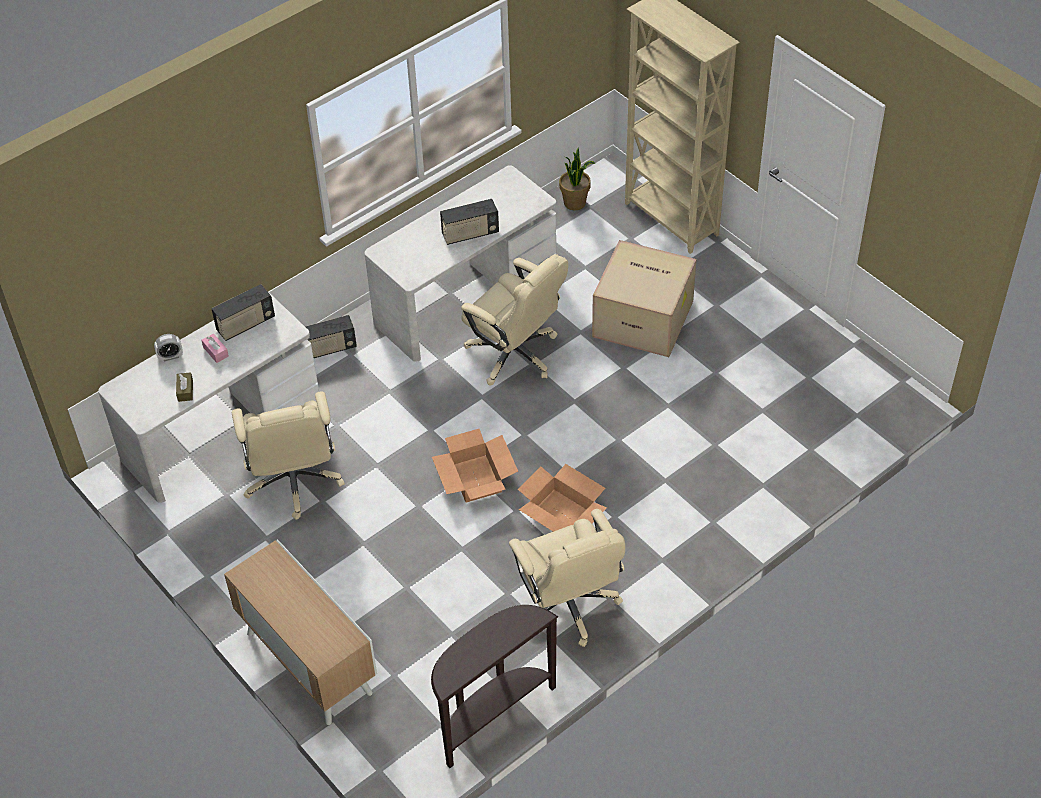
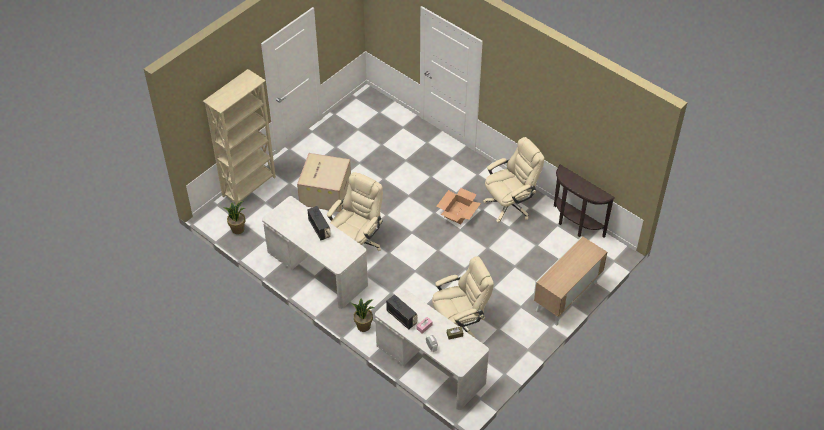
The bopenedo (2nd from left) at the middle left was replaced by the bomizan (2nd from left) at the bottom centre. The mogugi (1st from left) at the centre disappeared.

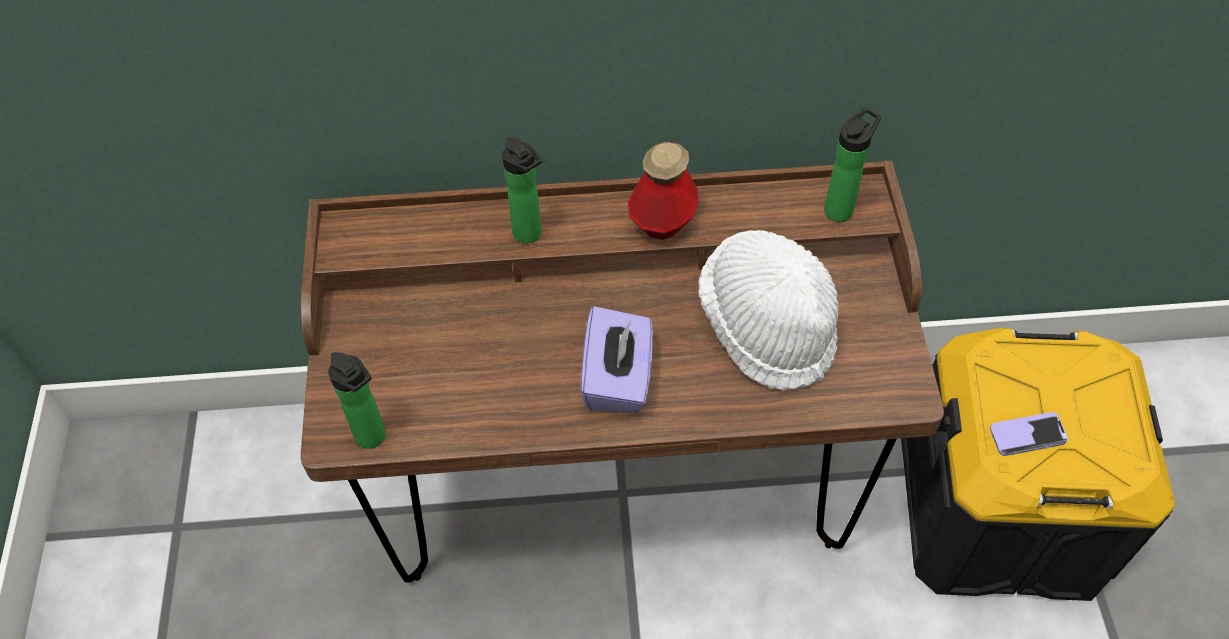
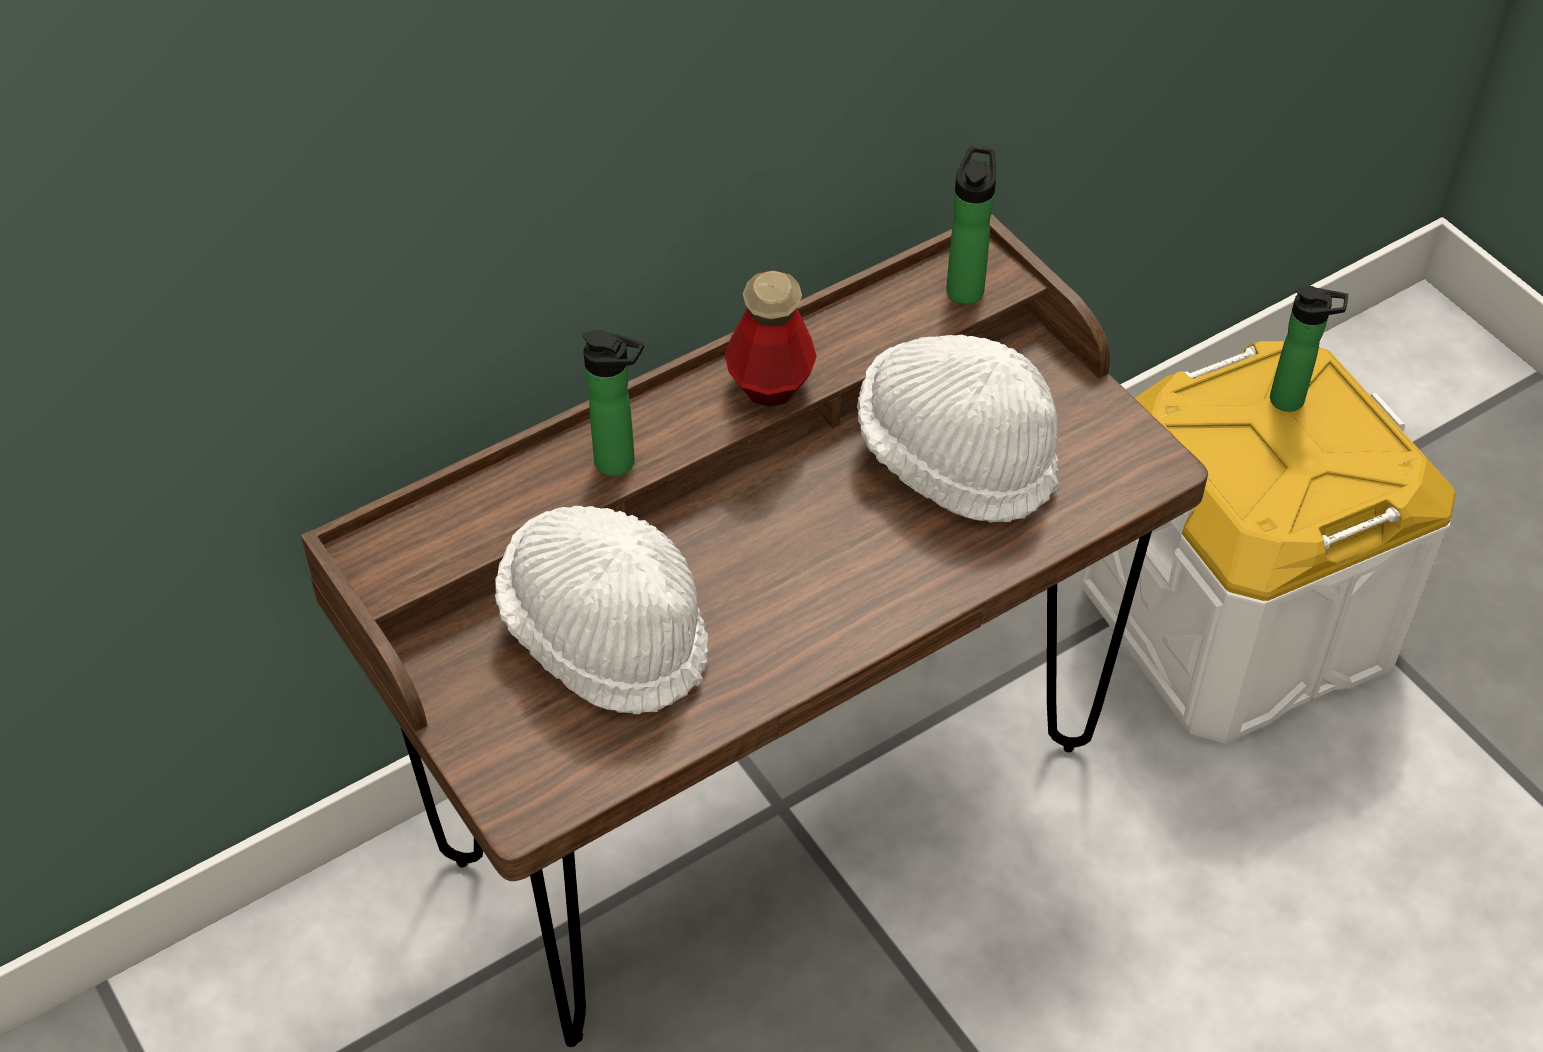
The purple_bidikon at the centre disappeared. The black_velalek at the bottom right became the white_velalek at the middle right. The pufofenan (1st from left in the first image) moved from the middle left to the top right. The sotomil at the bottom right disappeared. The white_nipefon (1st from left) at the centre appeared.

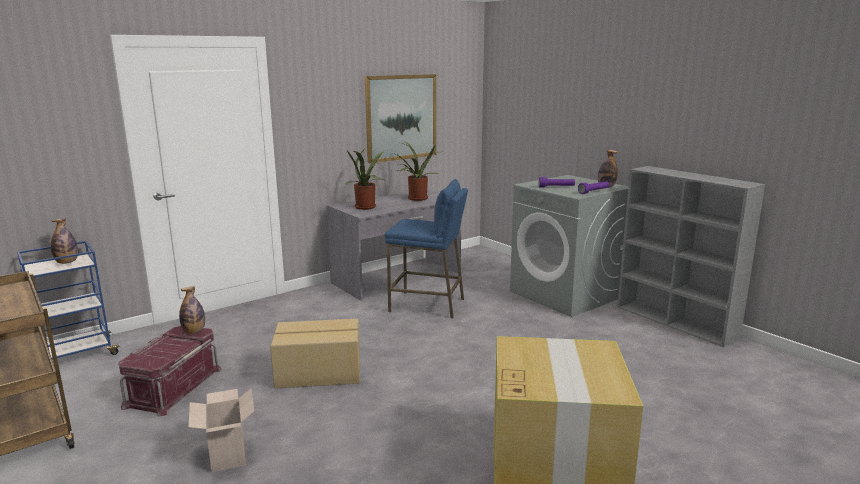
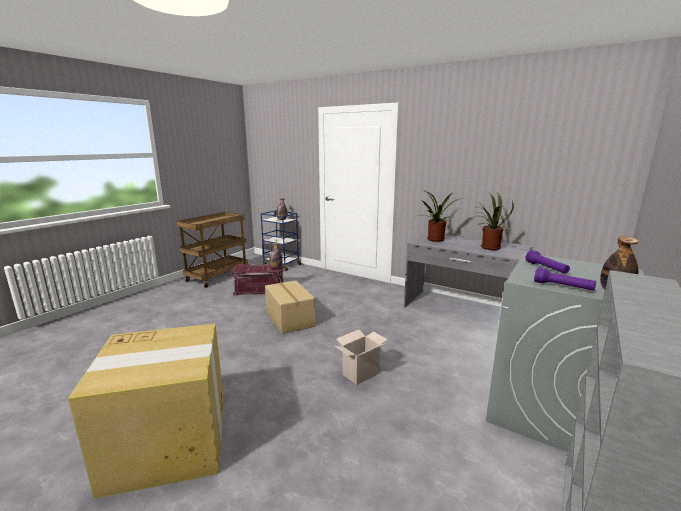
The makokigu at the top centre disappeared. The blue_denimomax at the centre disappeared. The mogugi (1st from left in the first image) moved from the bottom left to the bottom centre.

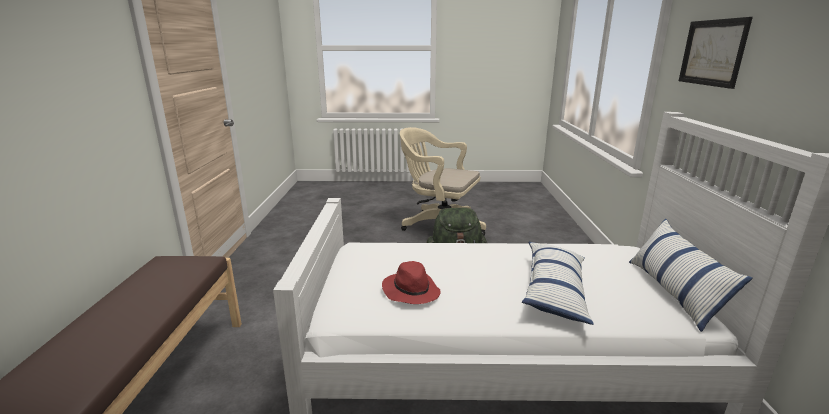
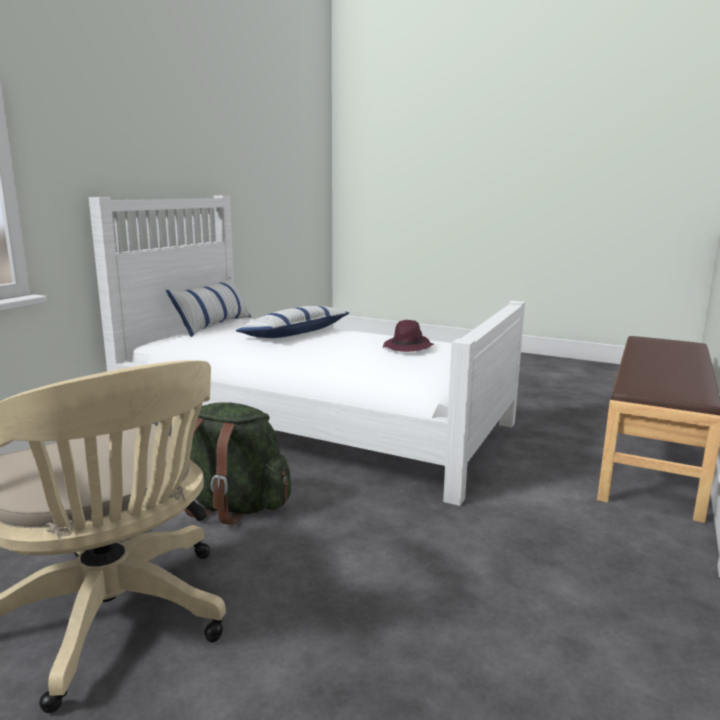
The makokigu at the top right disappeared. The red_nipefon at the bottom centre became the purple_nipefon at the centre.

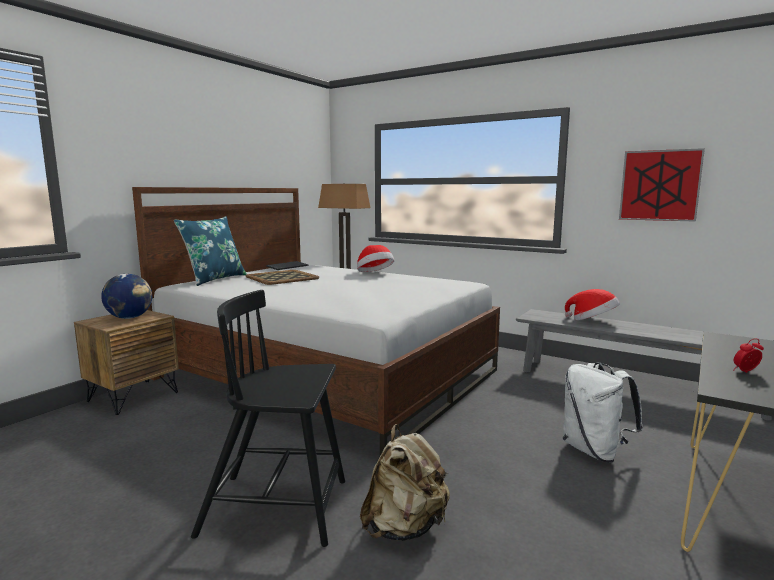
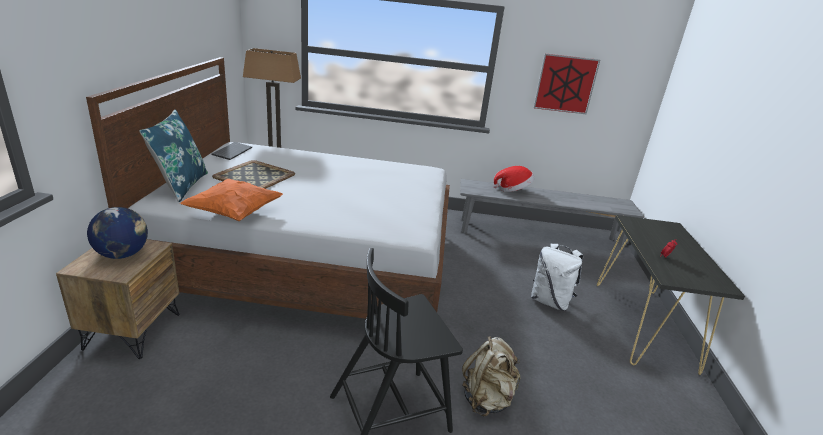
The nipefon (1st from left) at the centre disappeared. The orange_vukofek at the middle left appeared.

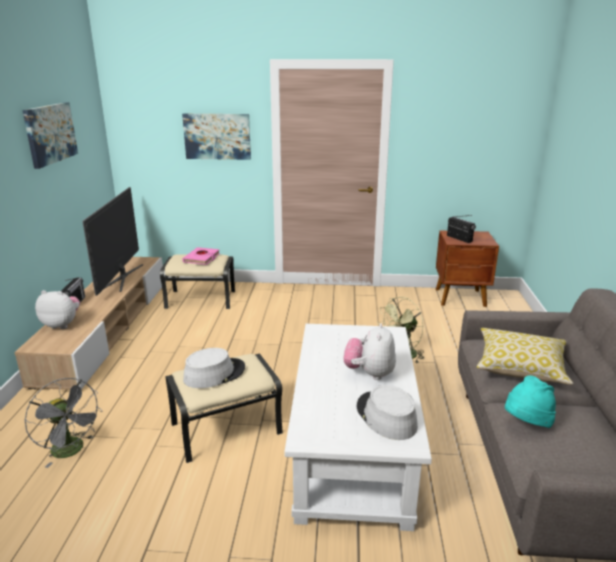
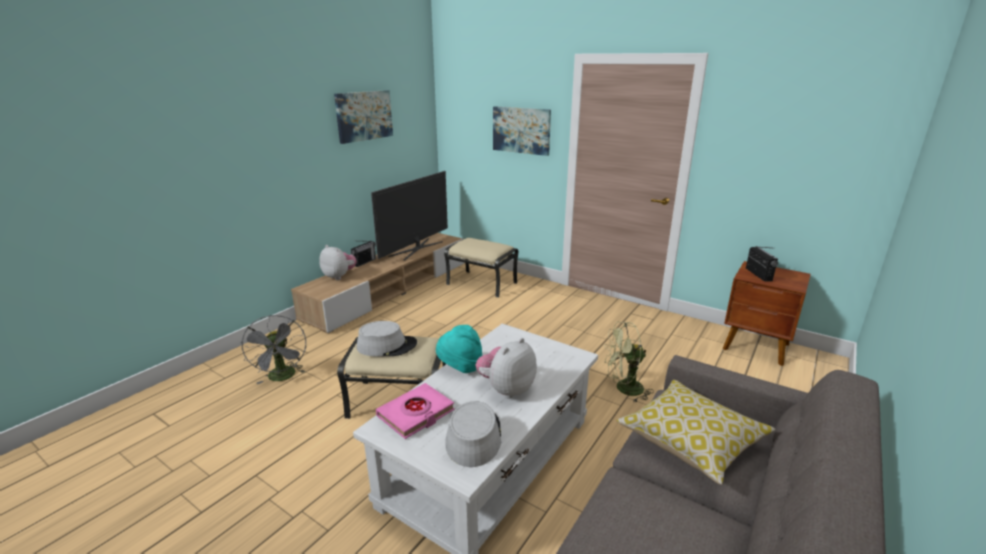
The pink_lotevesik moved from the middle left to the bottom centre. The turquoise_nipefon moved from the bottom right to the centre.

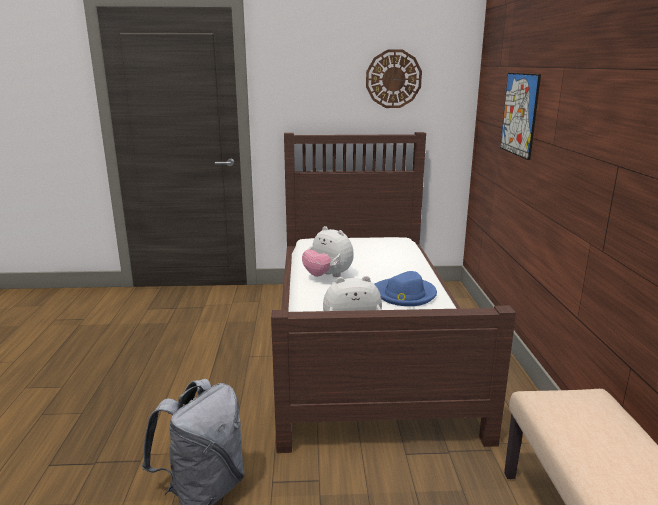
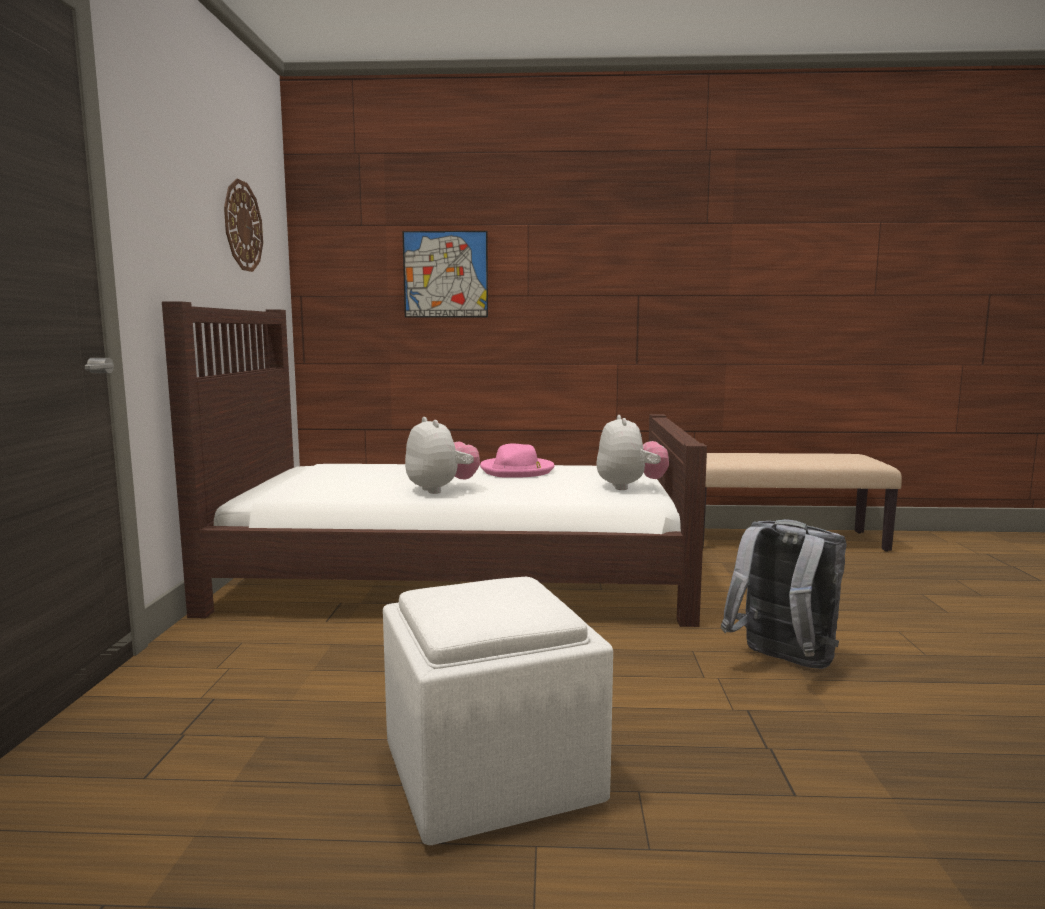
The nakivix (1st from left) at the centre turned 75 degrees counterclockwise. The blue_nipefon at the centre became the pink_nipefon at the centre. The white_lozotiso at the bottom centre appeared.

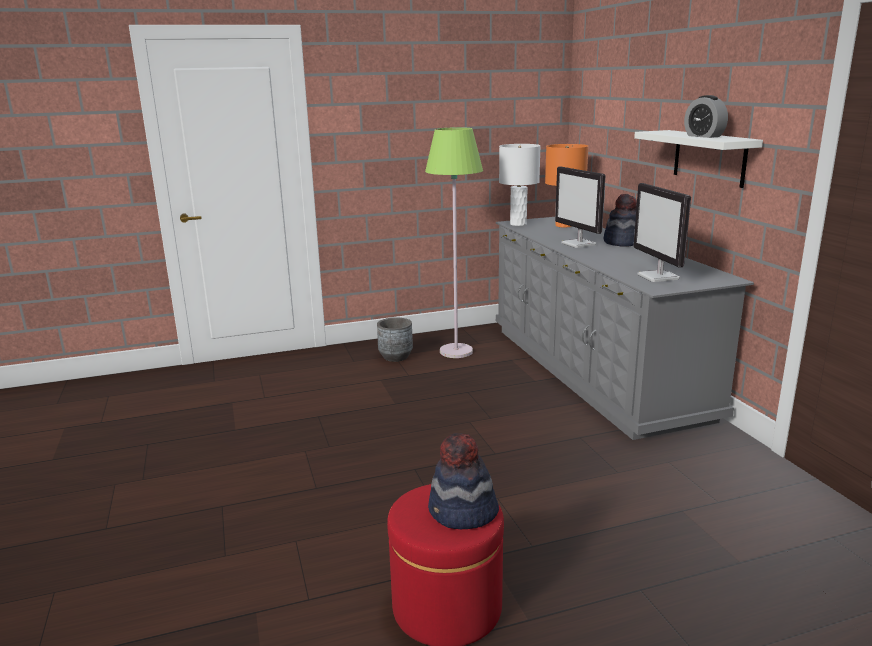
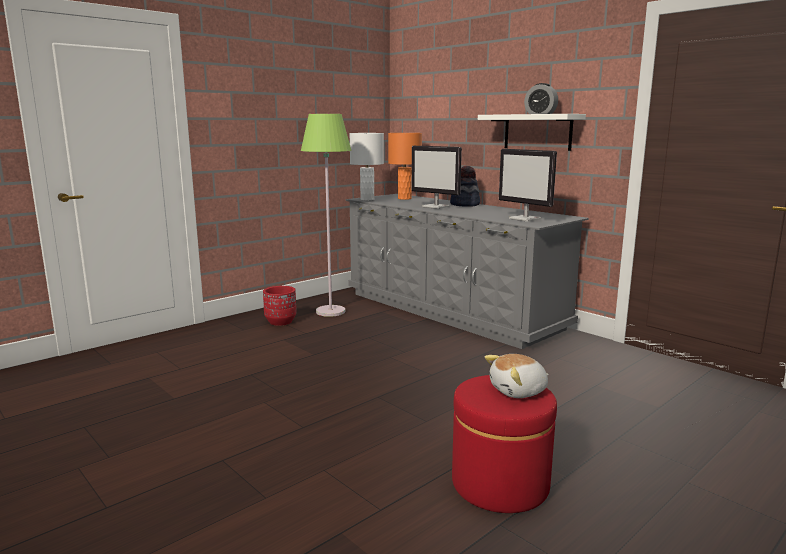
The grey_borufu at the centre became the red_borufu at the centre. The nipefon (1st from left) at the bottom centre was replaced by the nakivix at the bottom centre.

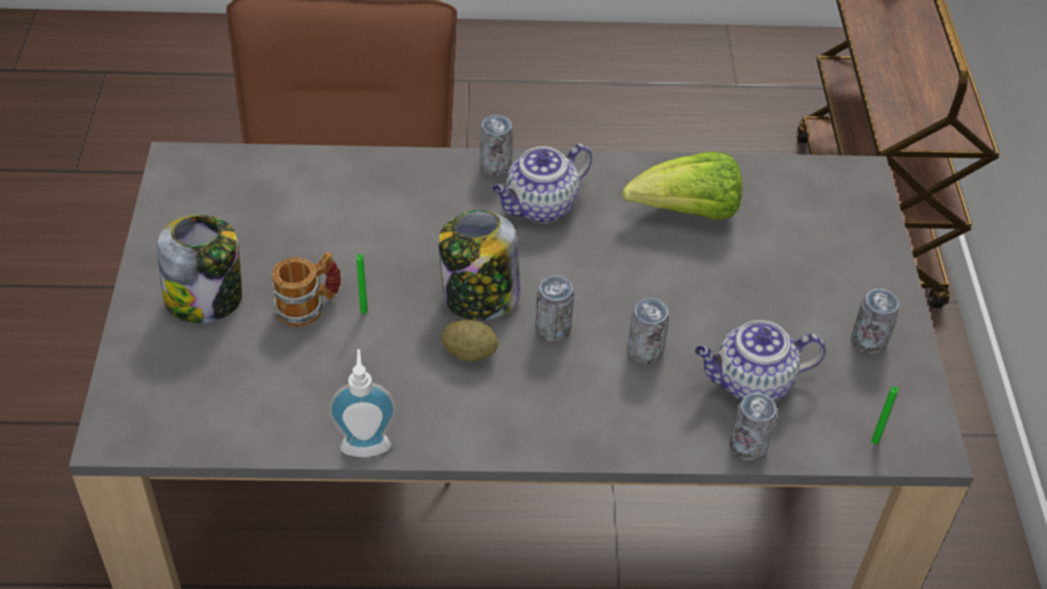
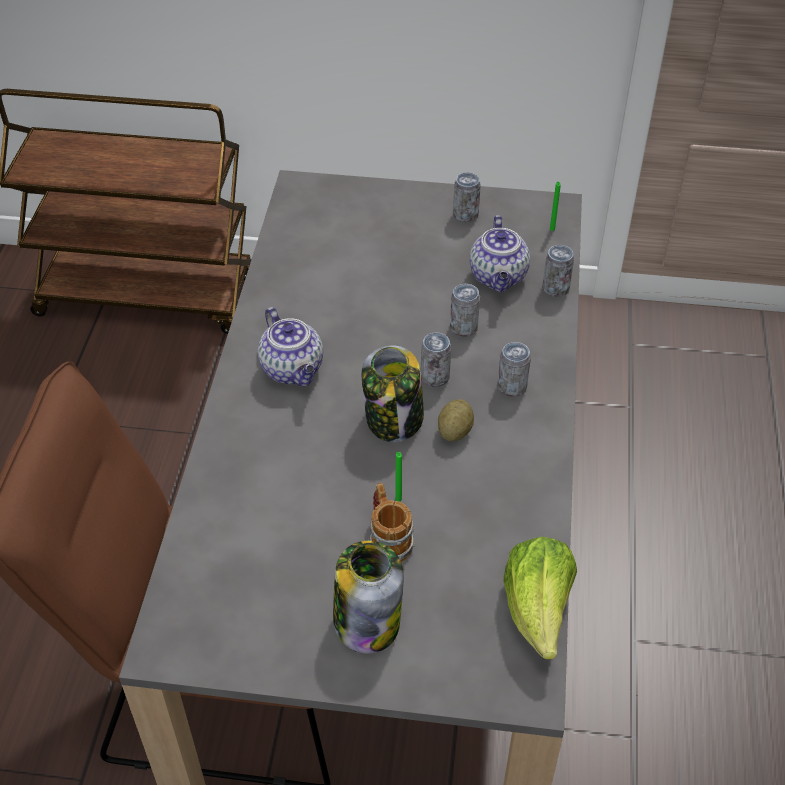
The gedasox (1st from left in the first image) moved from the top centre to the centre. The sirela moved from the top centre to the bottom right. The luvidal at the bottom centre disappeared.

